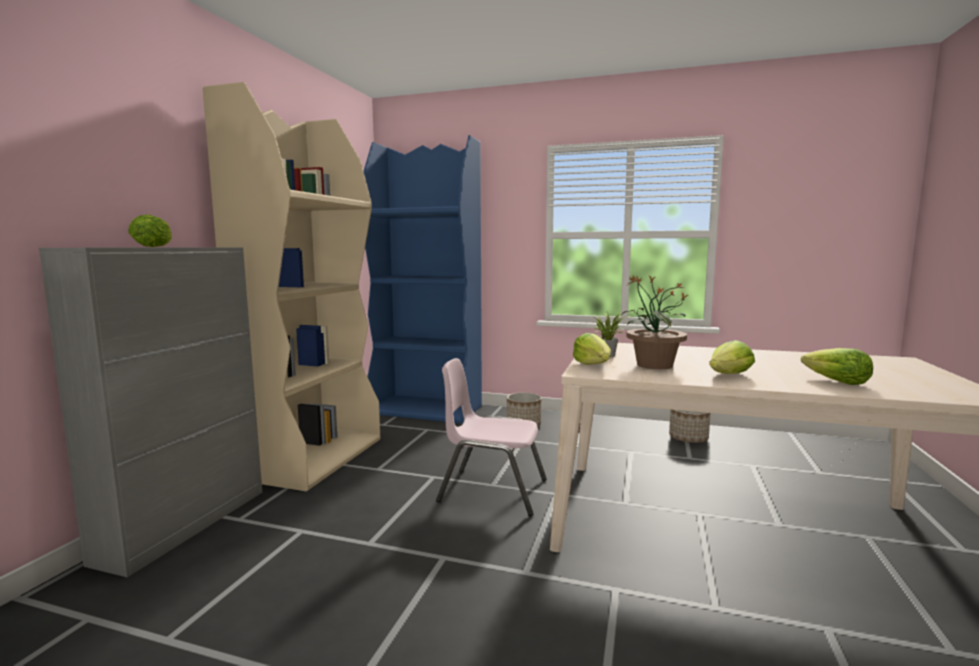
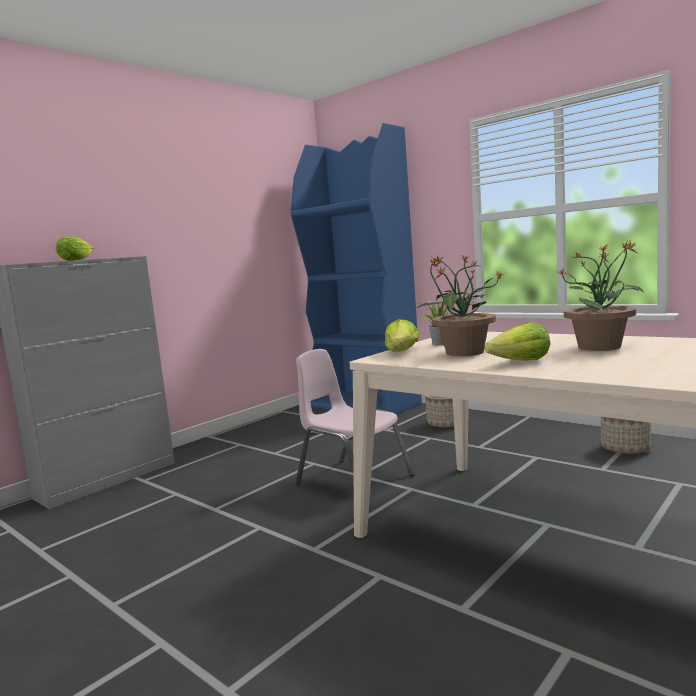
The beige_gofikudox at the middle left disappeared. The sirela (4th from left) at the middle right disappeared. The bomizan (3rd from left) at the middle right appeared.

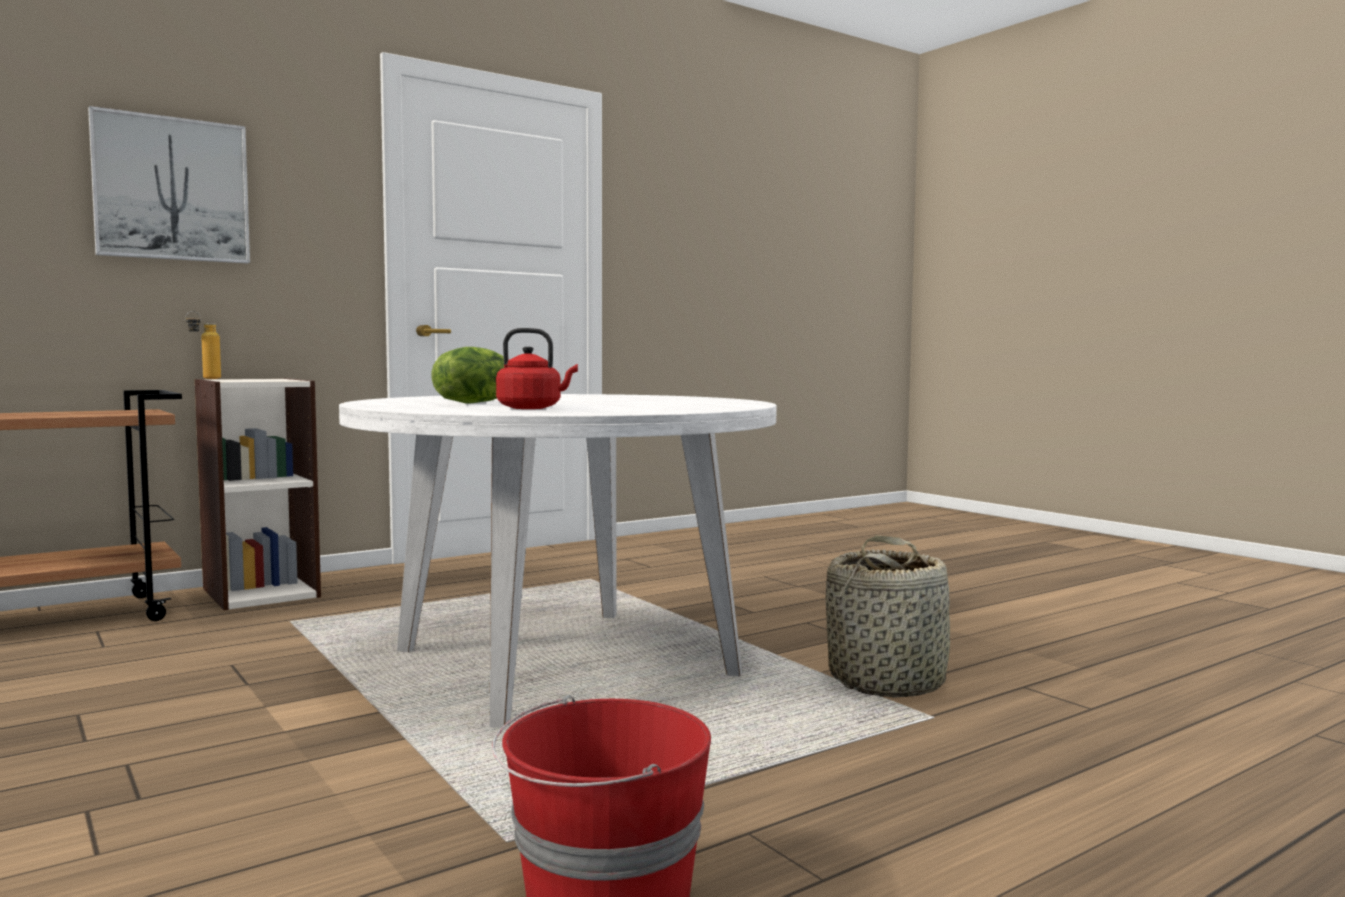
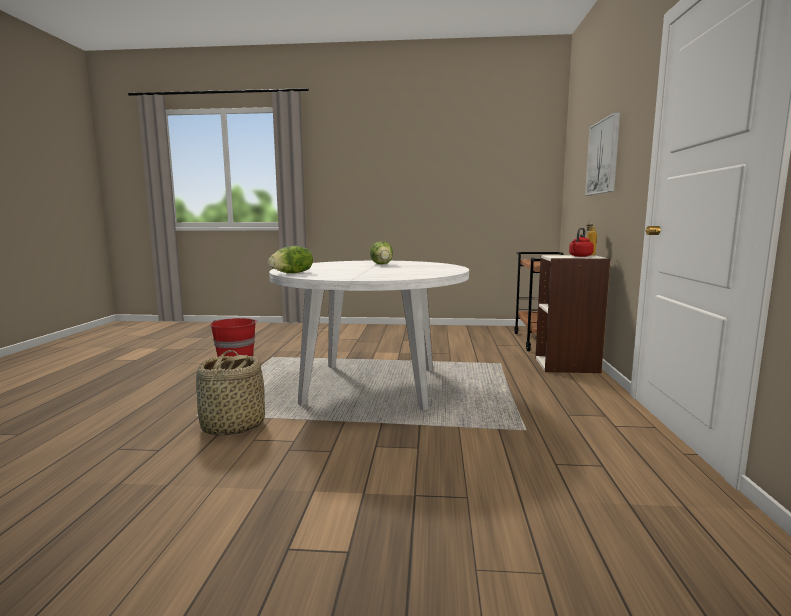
The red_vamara moved from the centre to the middle right. The sirela (1st from left) at the centre appeared.

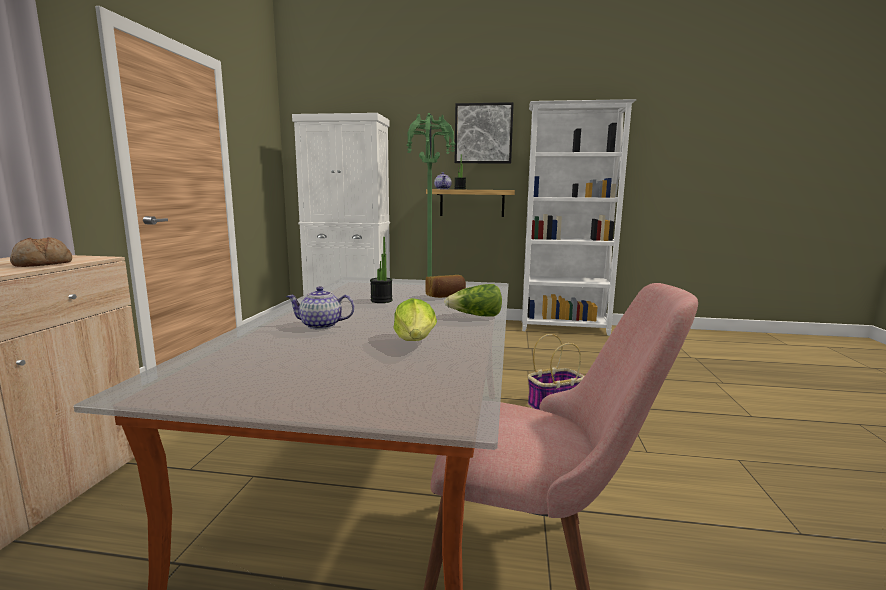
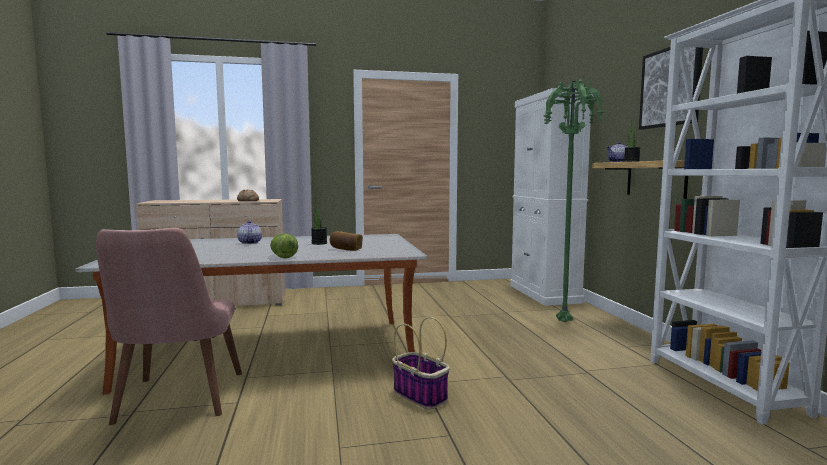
The sirela (1st from left) at the centre disappeared.

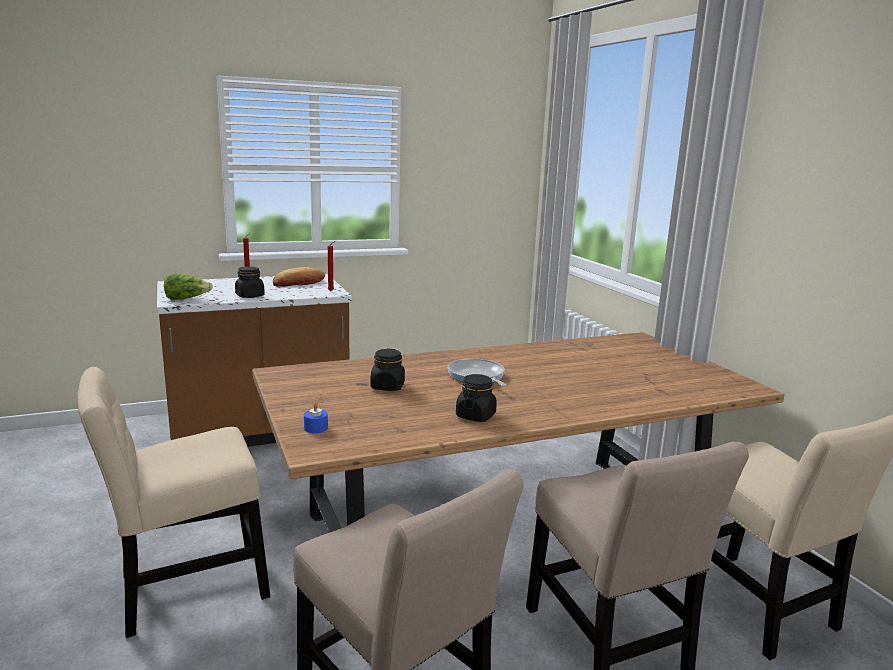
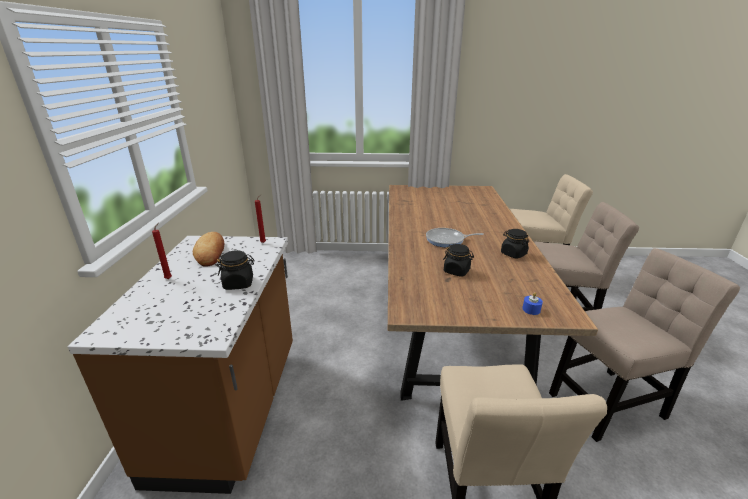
The sirela at the middle left disappeared.

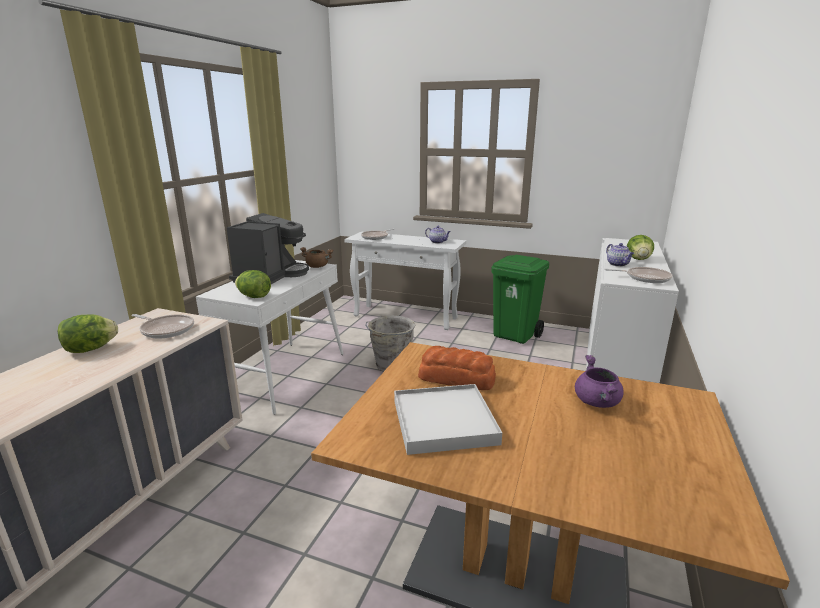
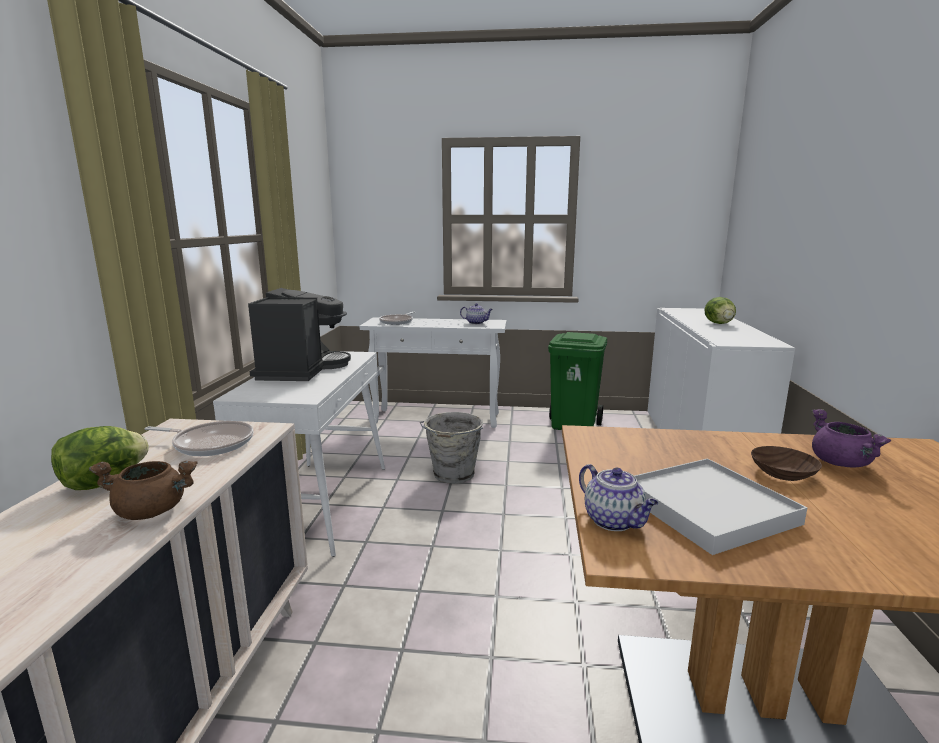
The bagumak (2nd from left) moved from the middle right to the bottom centre. The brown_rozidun moved from the centre to the middle left. The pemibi (3rd from left) at the middle right disappeared. The sirela (2nd from left) at the middle left disappeared. The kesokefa at the centre disappeared. The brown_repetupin at the middle right appeared.

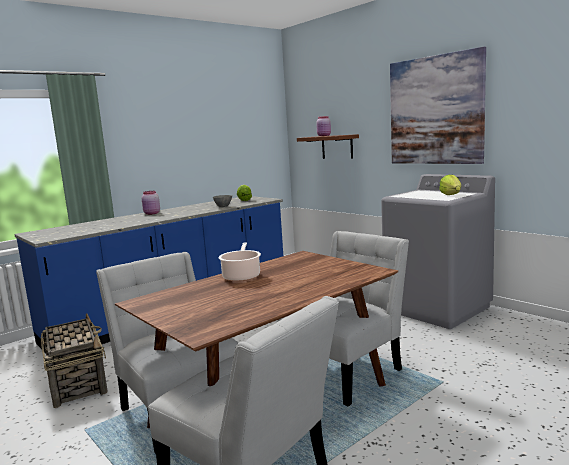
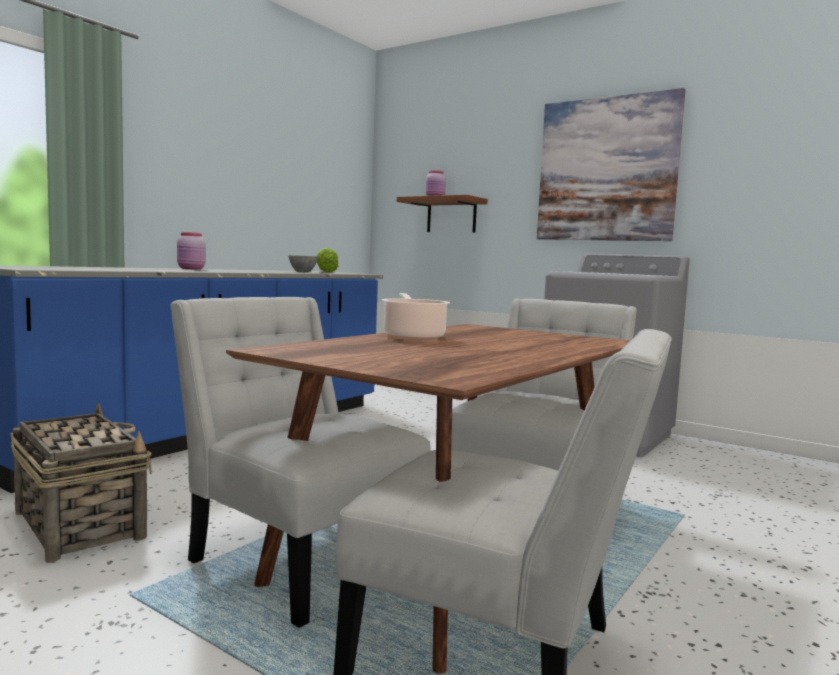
The sirela (2nd from left) at the middle right disappeared.

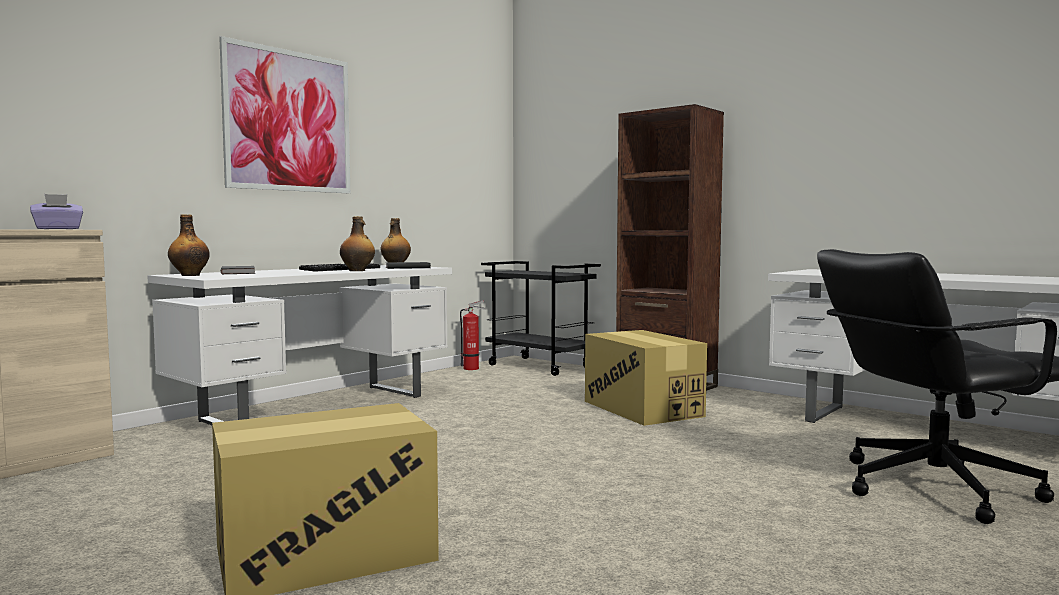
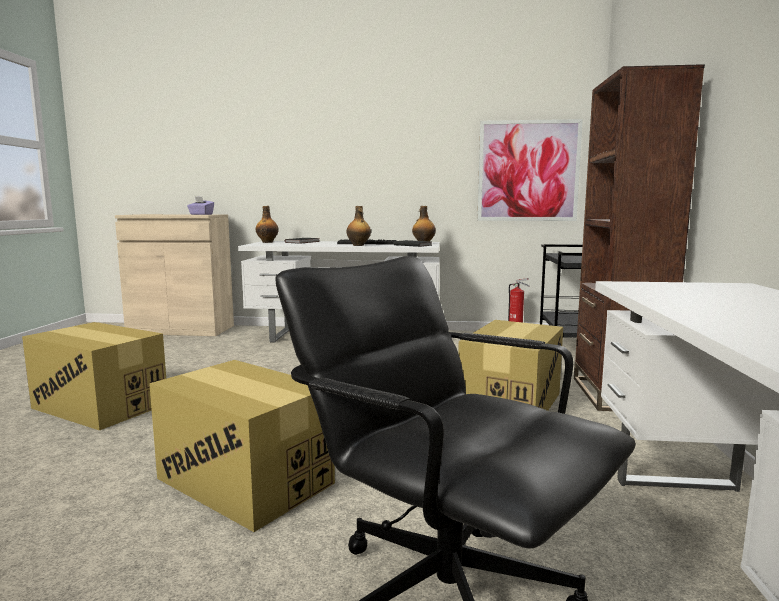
The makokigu moved from the top left to the top right. The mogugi (2nd from left) at the bottom left appeared.

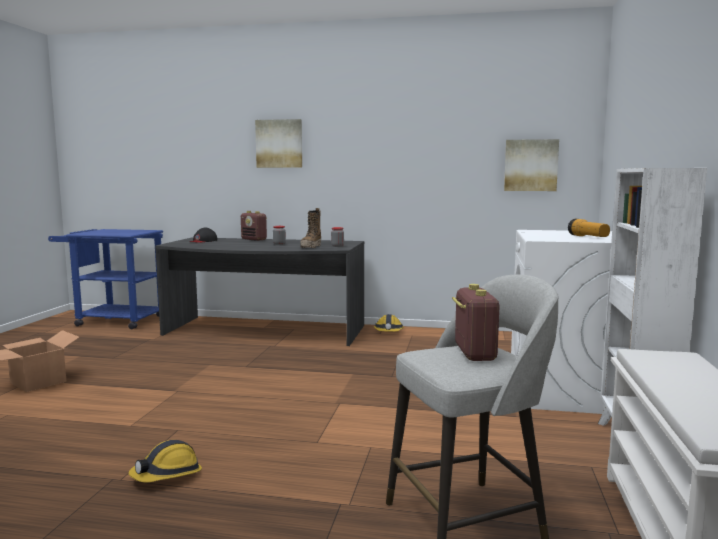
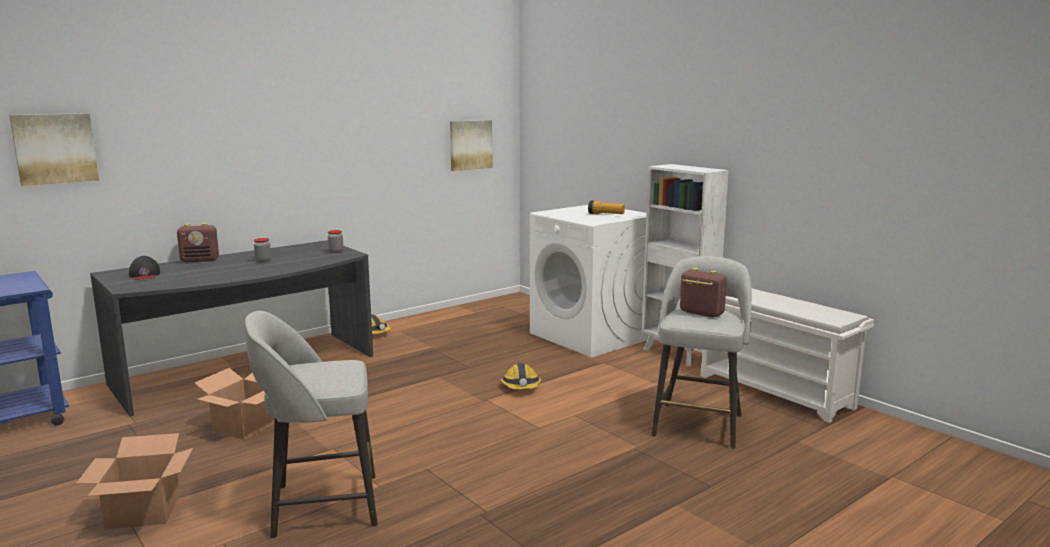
The makokigu (1st from left) moved from the top centre to the top left. The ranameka at the centre disappeared. The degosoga (1st from left in the first image) moved from the bottom left to the bottom centre. The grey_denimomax (1st from left) at the bottom left appeared. The mogugi (2nd from left) at the bottom left appeared.

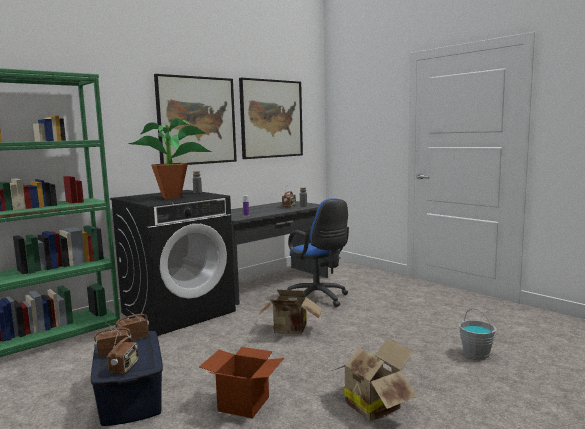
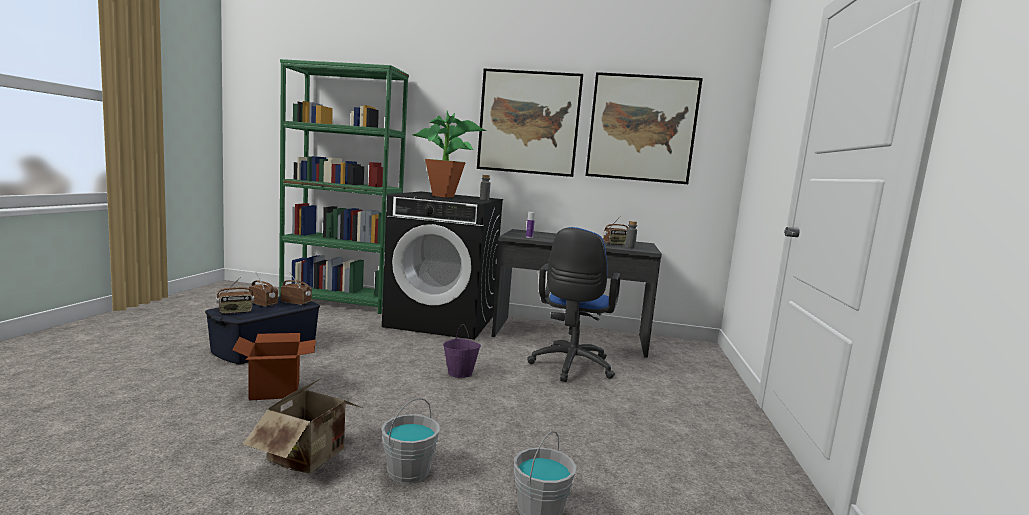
The mogugi (2nd from left) at the bottom centre was replaced by the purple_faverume at the bottom centre. The grey_faverume (1st from left) at the bottom centre appeared.

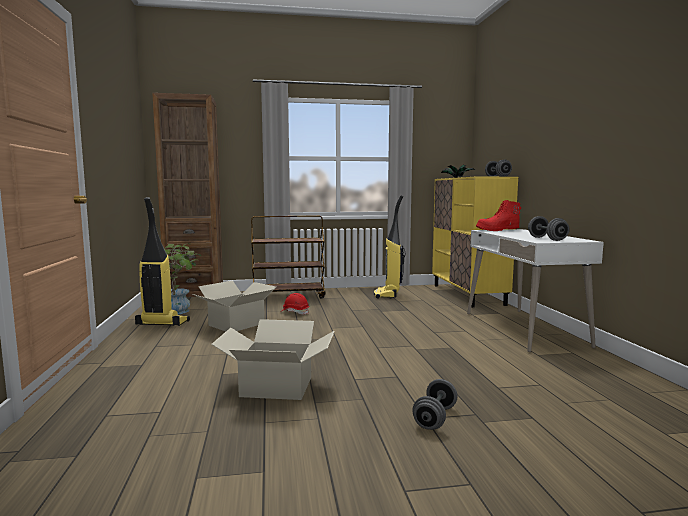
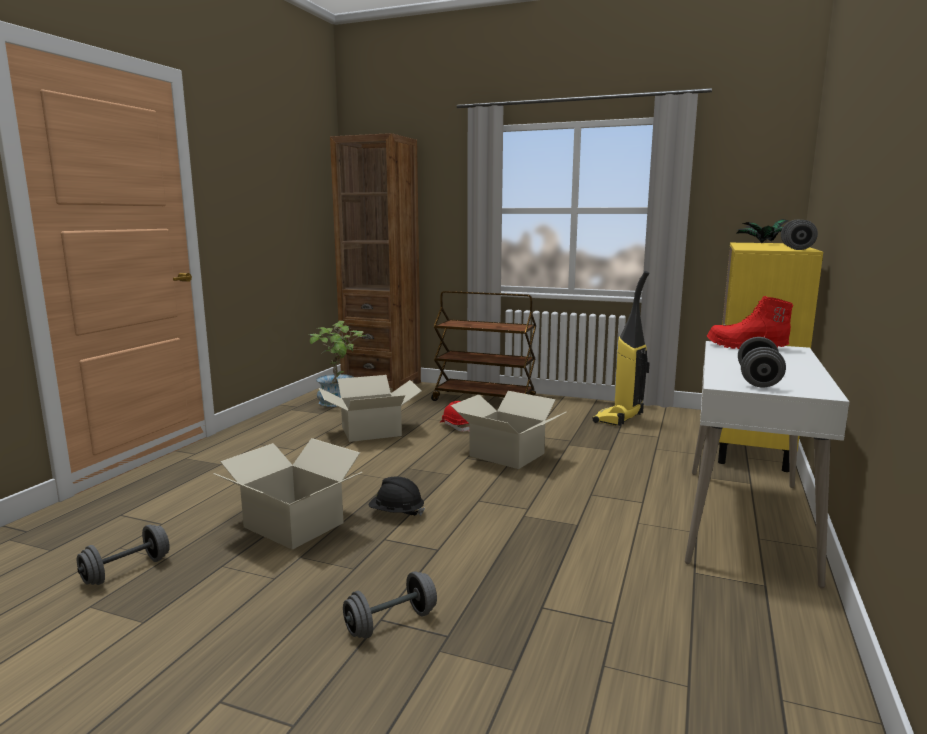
The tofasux (1st from left) at the middle left disappeared. The mogugi (3rd from left) at the centre appeared. The black_degosoga at the bottom centre appeared. The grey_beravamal (1st from left) at the bottom left appeared.

